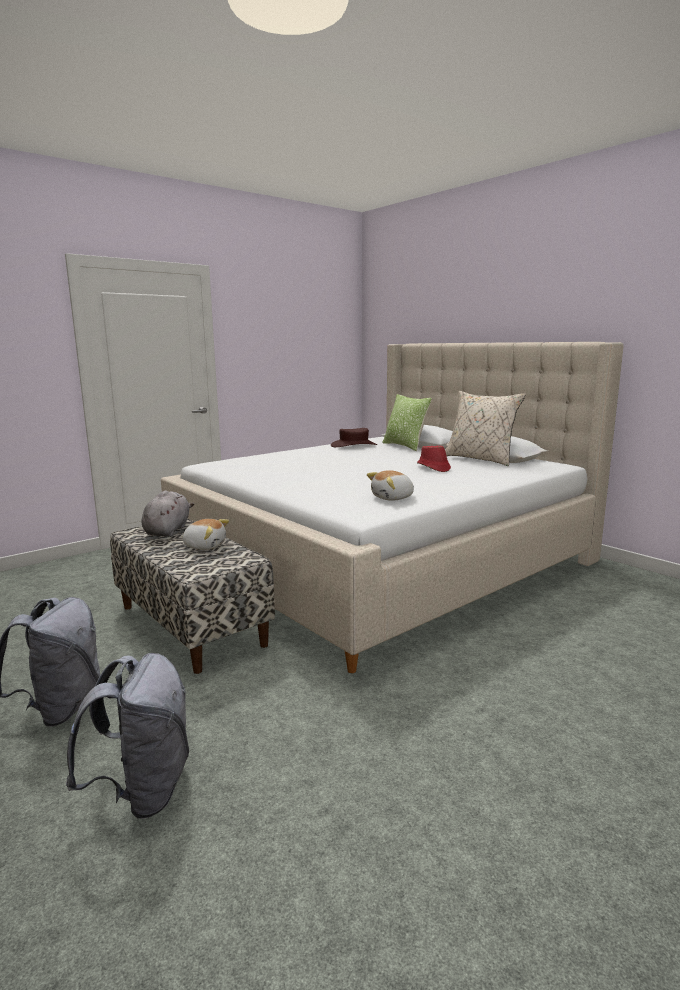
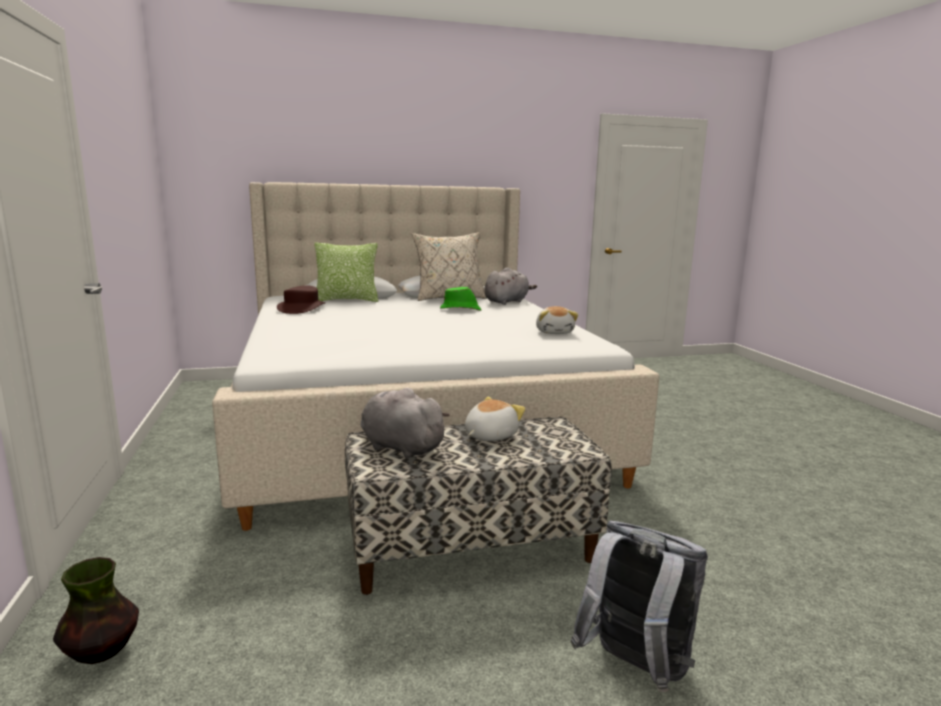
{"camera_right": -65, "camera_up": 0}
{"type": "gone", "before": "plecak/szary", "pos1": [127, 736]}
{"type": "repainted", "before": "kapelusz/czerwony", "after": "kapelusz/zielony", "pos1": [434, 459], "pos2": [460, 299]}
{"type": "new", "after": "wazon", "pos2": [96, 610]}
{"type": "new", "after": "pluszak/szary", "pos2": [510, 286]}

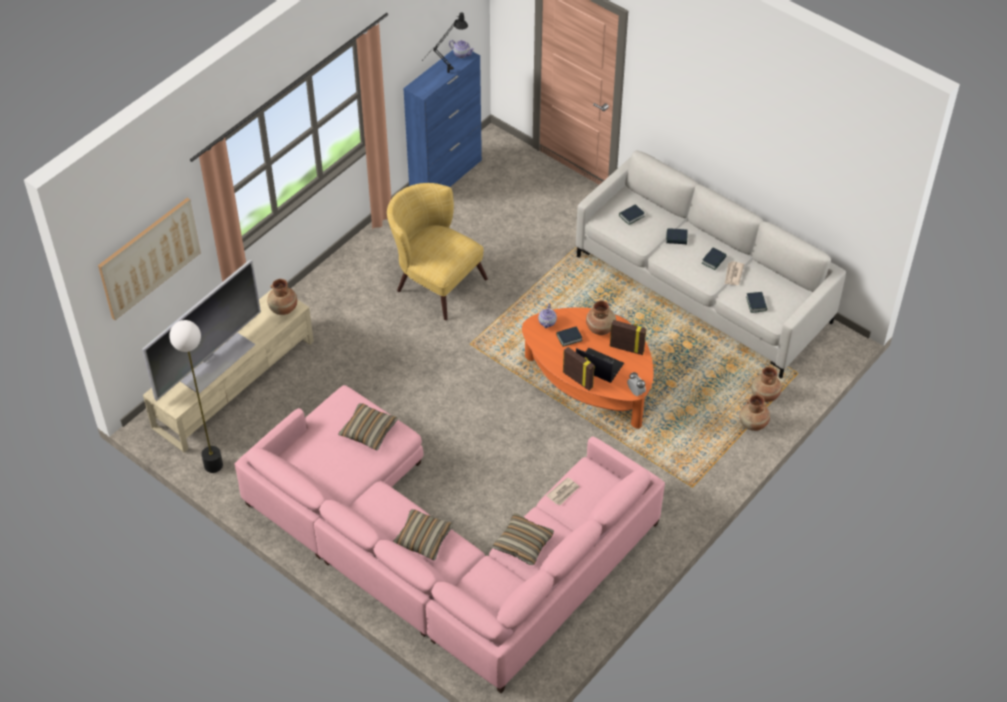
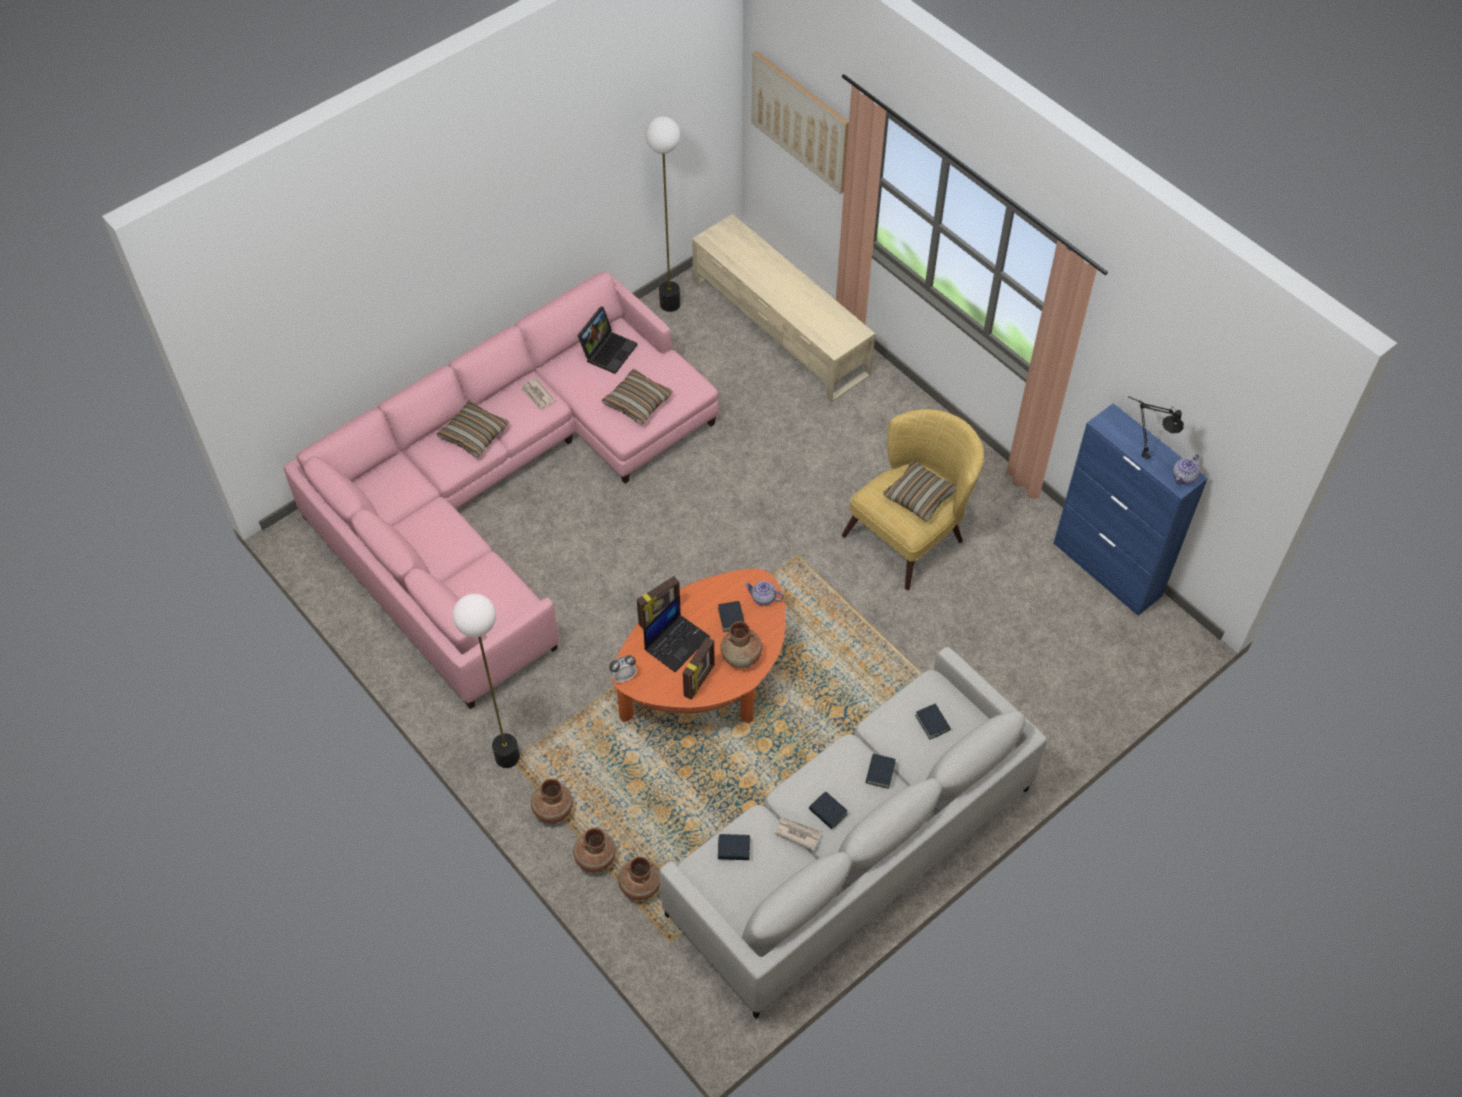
{"camera_right": 100, "camera_up": 5}
{"type": "gone", "before": "telewizor", "pos1": [201, 330]}
{"type": "shifted", "before": "wazon/brązowy", "pos1": [282, 297], "pos2": [552, 801]}
{"type": "shifted", "before": "poduszka", "pos1": [523, 539], "pos2": [919, 491]}
{"type": "shifted", "before": "gazeta", "pos1": [562, 491], "pos2": [537, 394]}
{"type": "new", "after": "lampa stojąca", "pos2": [486, 681]}
{"type": "new", "after": "laptop", "pos2": [607, 340]}

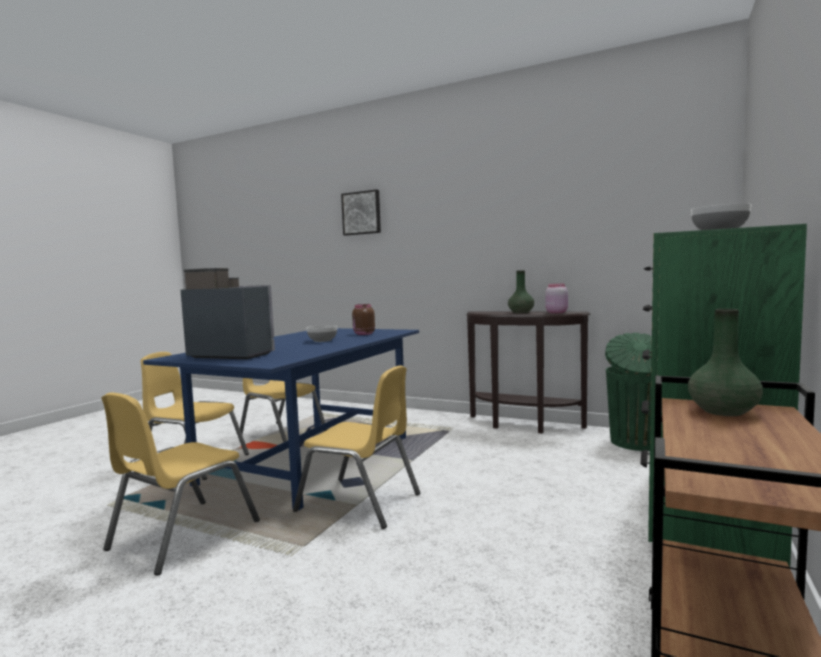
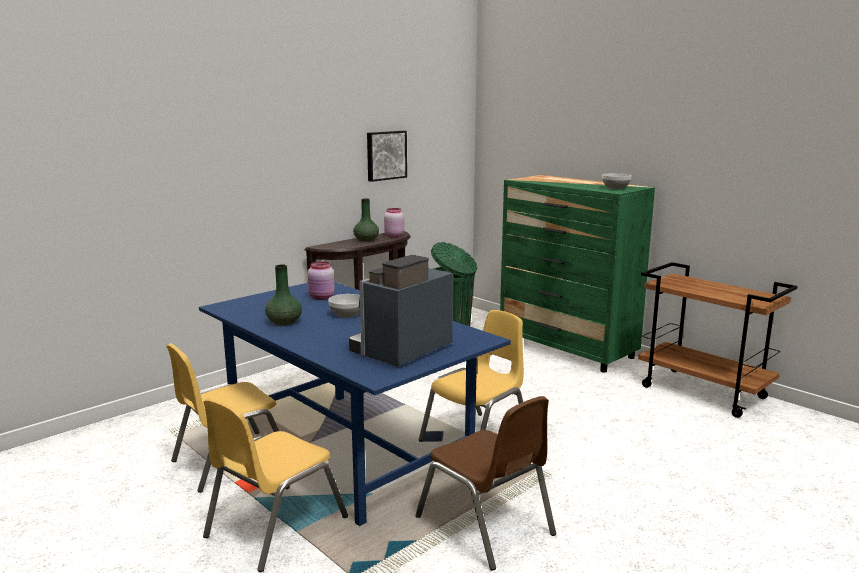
{"camera_right": -70, "camera_up": 10}
{"type": "repainted", "before": "krzesło/żółty", "after": "krzesło/brązowy", "pos1": [181, 484], "pos2": [486, 483]}
{"type": "shifted", "before": "obraz", "pos1": [361, 212], "pos2": [387, 156]}
{"type": "repainted", "before": "słoik/brązowy", "after": "słoik/różowy", "pos1": [363, 319], "pos2": [321, 280]}
{"type": "shifted", "before": "wazon/zielony", "pos1": [725, 362], "pos2": [283, 295]}

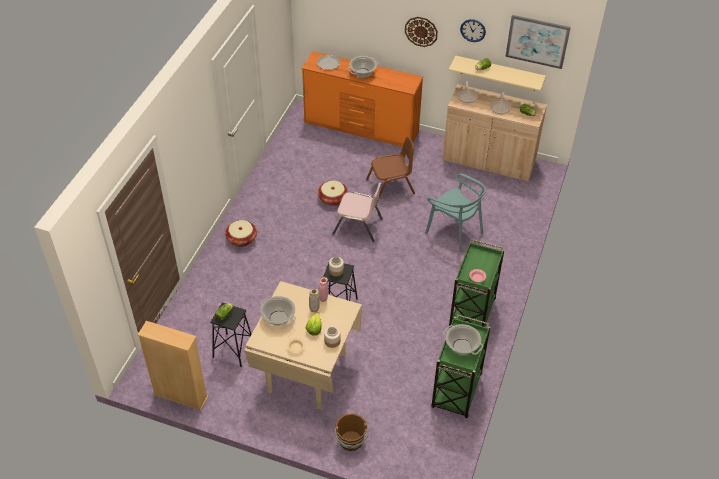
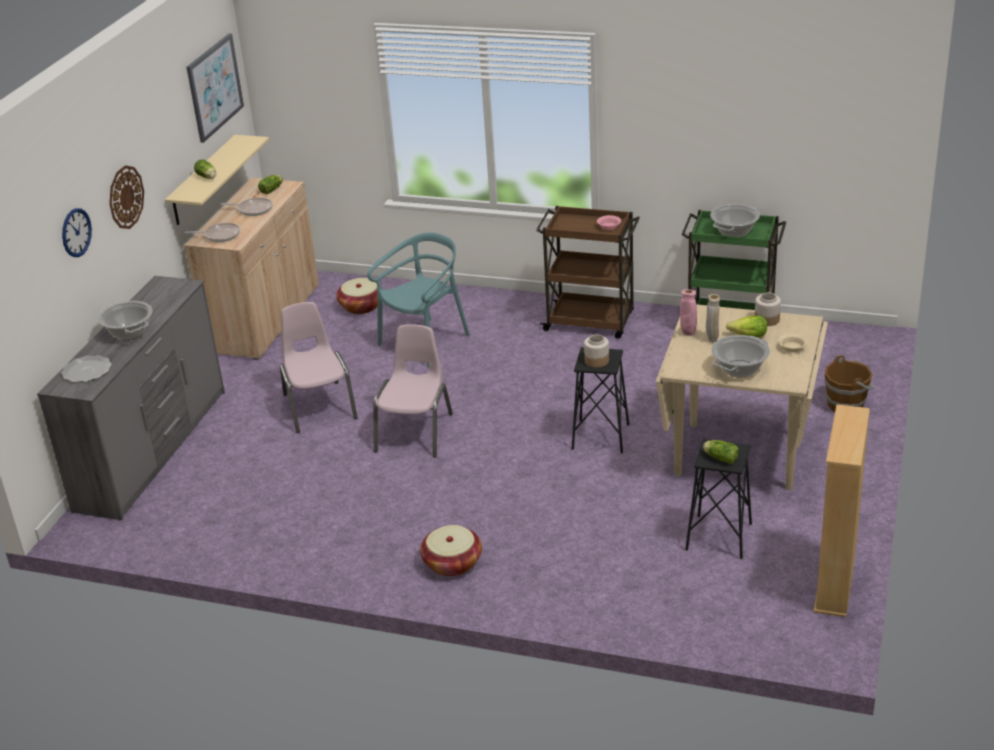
{"camera_right": -90, "camera_up": -15}
{"type": "repainted", "before": "komoda/pomarańczowy", "after": "komoda/szary", "pos1": [362, 99], "pos2": [131, 398]}
{"type": "shifted", "before": "koszyk", "pos1": [333, 193], "pos2": [357, 296]}
{"type": "repainted", "before": "krzesło/brązowy", "after": "krzesło/różowy", "pos1": [390, 169], "pos2": [319, 367]}
{"type": "repainted", "before": "wózek/zielony", "after": "wózek/brązowy", "pos1": [476, 283], "pos2": [588, 272]}
{"type": "shifted", "before": "zegar ścienny", "pos1": [473, 30], "pos2": [77, 232]}

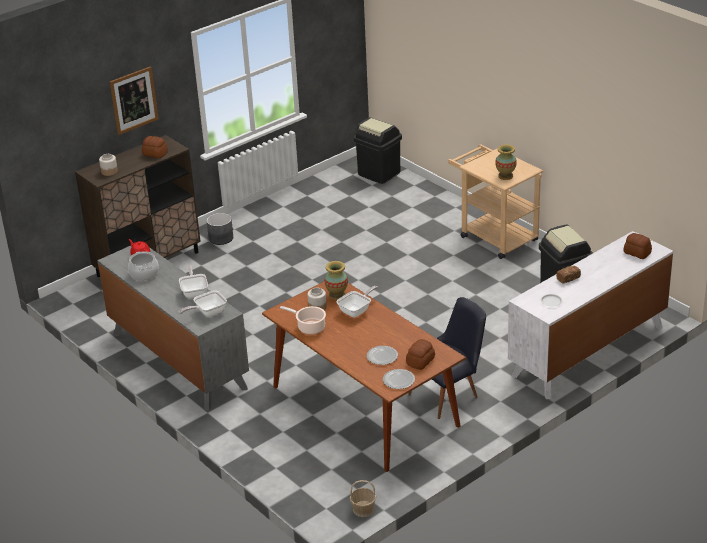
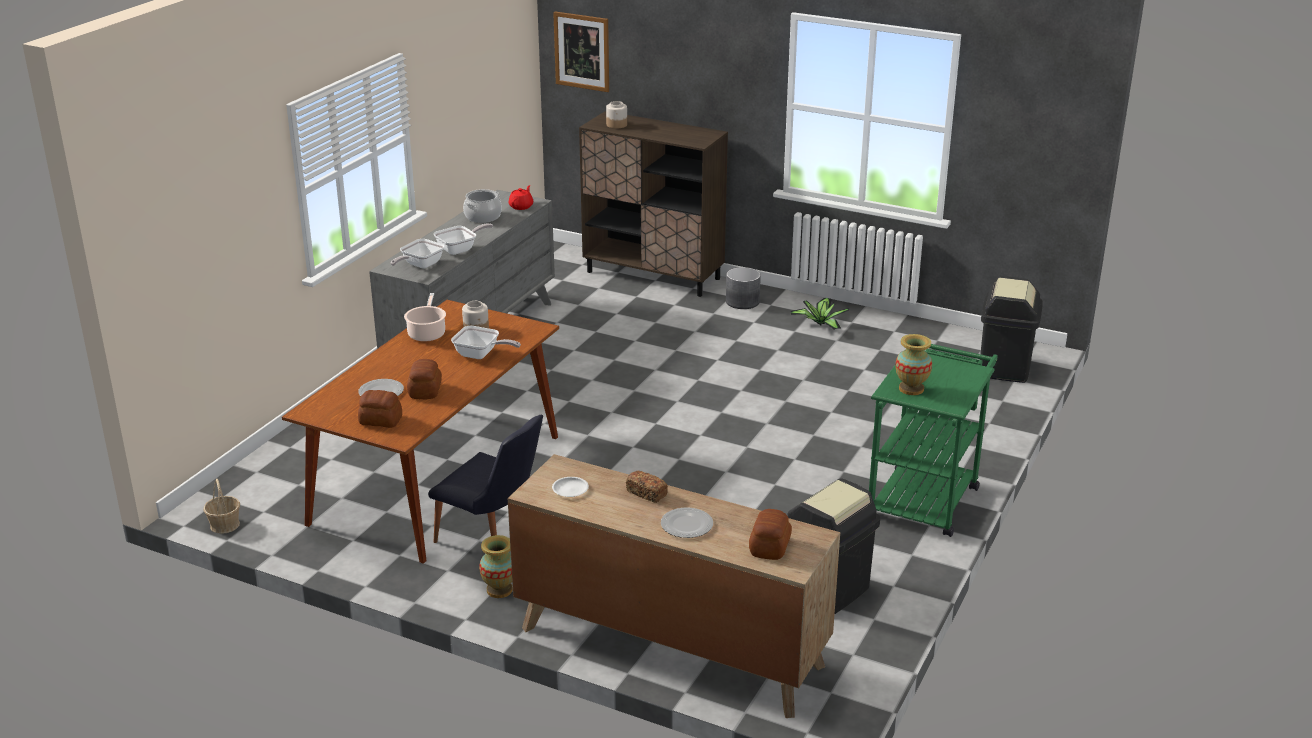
{"camera_right": 65, "camera_up": -5}
{"type": "shifted", "before": "obraz", "pos1": [134, 100], "pos2": [581, 51]}
{"type": "shifted", "before": "chleb", "pos1": [155, 147], "pos2": [424, 379]}
{"type": "rotated", "before": "patelnia", "pos1": [203, 303], "pos2": [417, 254], "turn": -90}
{"type": "shifted", "before": "wazon", "pos1": [336, 280], "pos2": [496, 566]}
{"type": "shifted", "before": "talerz", "pos1": [399, 379], "pos2": [687, 523]}
{"type": "repainted", "before": "wózek/beżowy", "after": "wózek/zielony", "pos1": [495, 201], "pos2": [933, 440]}
{"type": "repainted", "before": "komoda/biały", "after": "komoda/brązowy", "pos1": [590, 315], "pos2": [674, 586]}
{"type": "new", "after": "roślina doniczkowa", "pos2": [820, 314]}

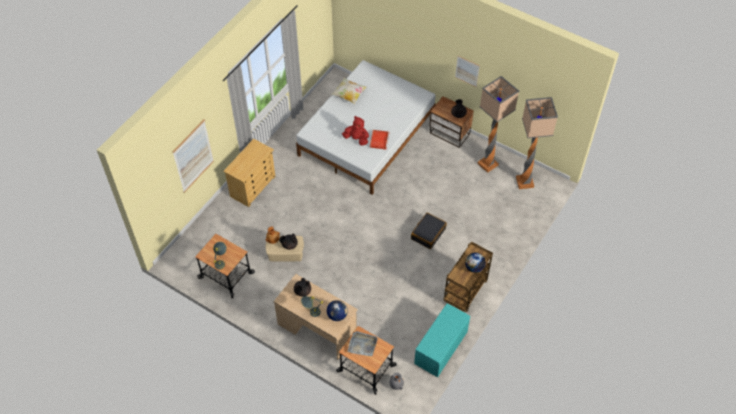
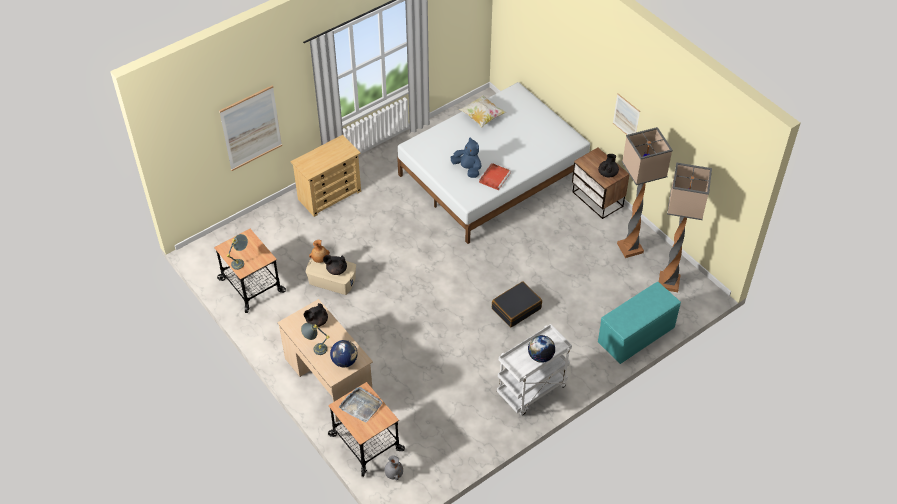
{"camera_right": 20, "camera_up": -5}
{"type": "repainted", "before": "pluszak/czerwony", "after": "pluszak/niebieski", "pos1": [355, 130], "pos2": [466, 158]}
{"type": "shifted", "before": "ławka/turkusowy", "pos1": [442, 340], "pos2": [639, 323]}
{"type": "repainted", "before": "wózek/brązowy", "after": "wózek/biały", "pos1": [468, 277], "pos2": [534, 369]}

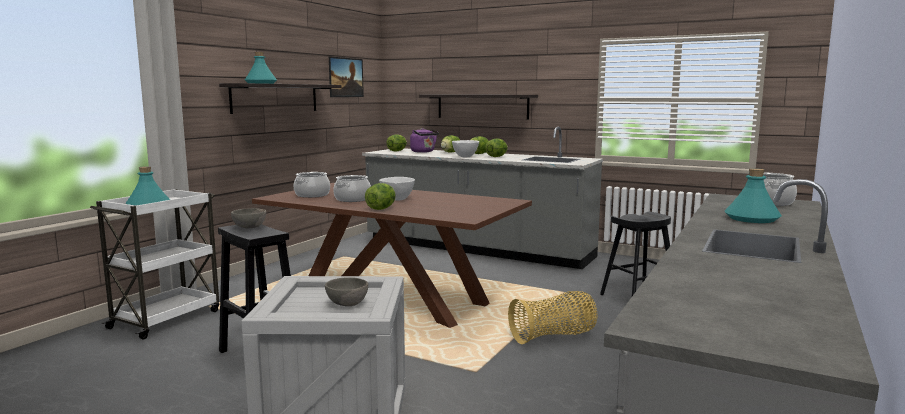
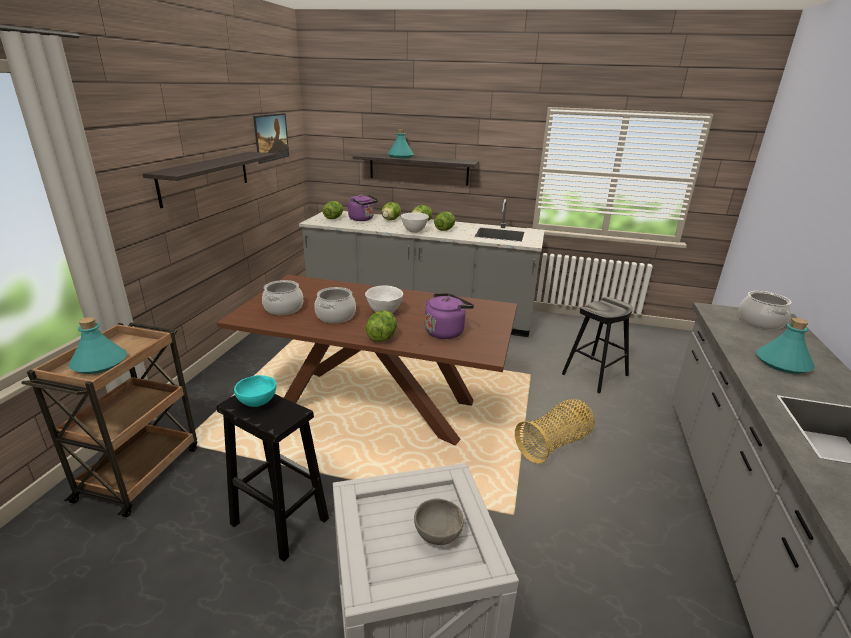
{"camera_right": -15, "camera_up": 15}
{"type": "repainted", "before": "wózek/biały", "after": "wózek/brązowy", "pos1": [154, 264], "pos2": [109, 420]}
{"type": "repainted", "before": "miska/szary", "after": "miska/turkusowy", "pos1": [248, 218], "pos2": [255, 391]}
{"type": "shifted", "before": "butelka/turkusowy", "pos1": [261, 68], "pos2": [401, 143]}
{"type": "new", "after": "czajnik/fioletowy", "pos2": [449, 316]}

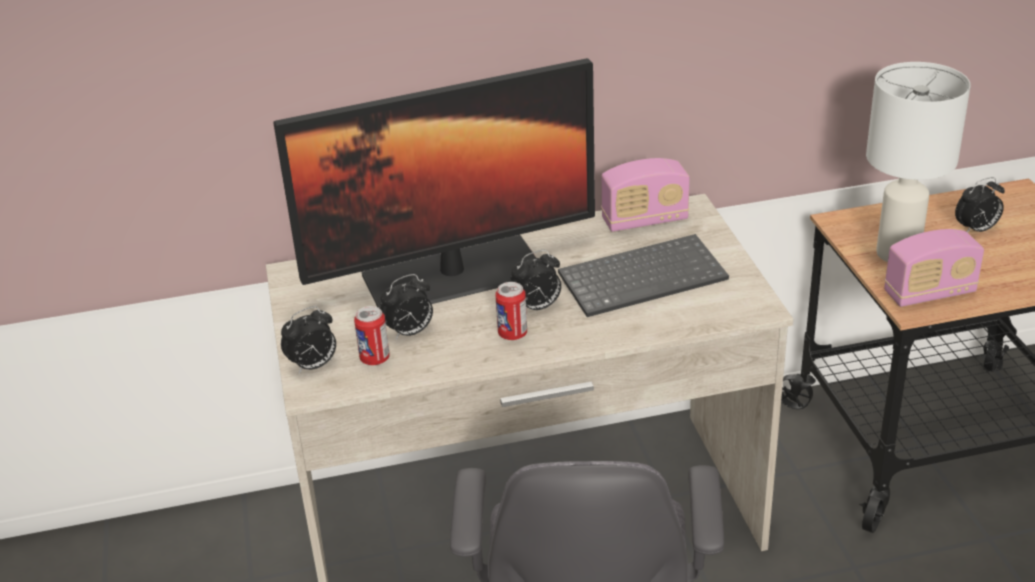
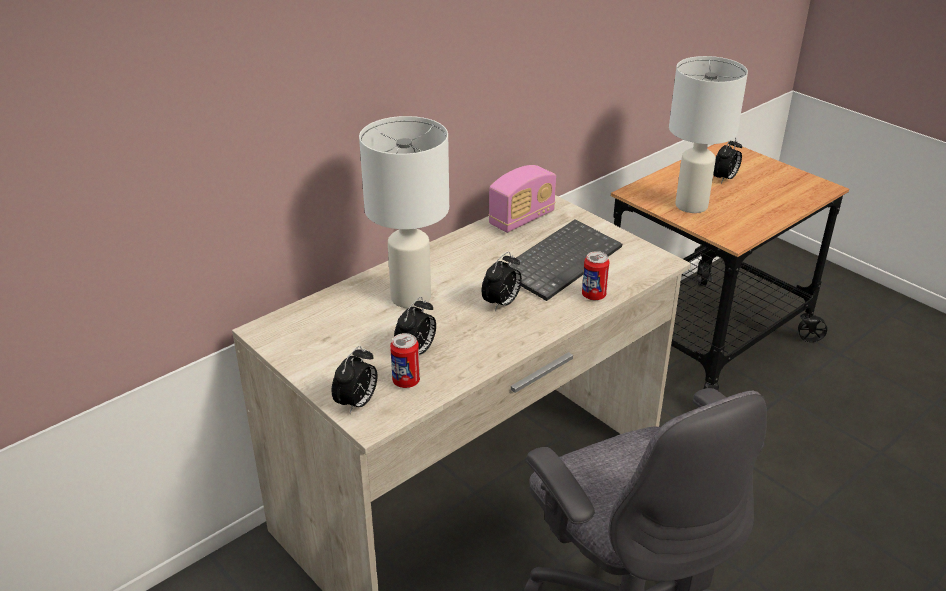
{"camera_right": -30, "camera_up": 0}
{"type": "swapped", "before": "monitor", "after": "lampa stołowa/biały", "pos1": [434, 183], "pos2": [404, 212]}
{"type": "shifted", "before": "puszka", "pos1": [511, 311], "pos2": [596, 275]}
{"type": "gone", "before": "radio", "pos1": [934, 268]}

